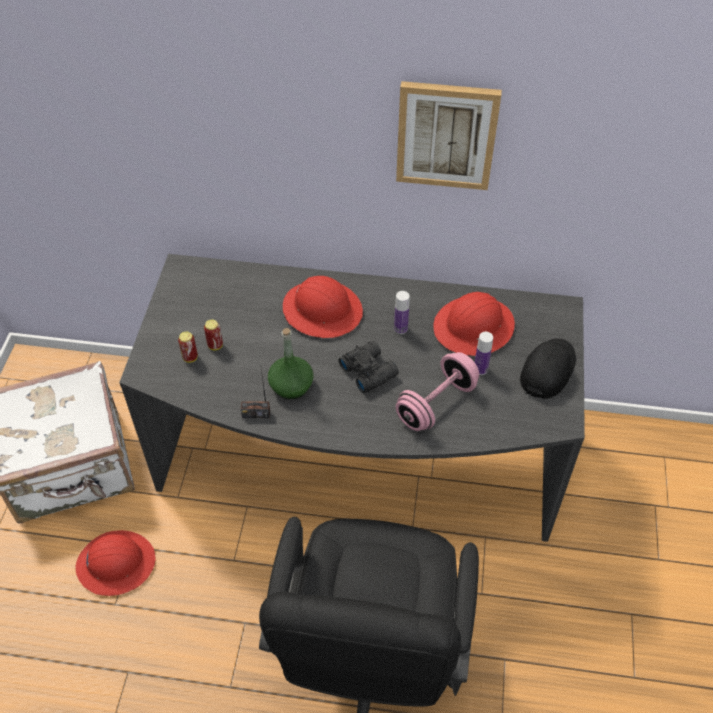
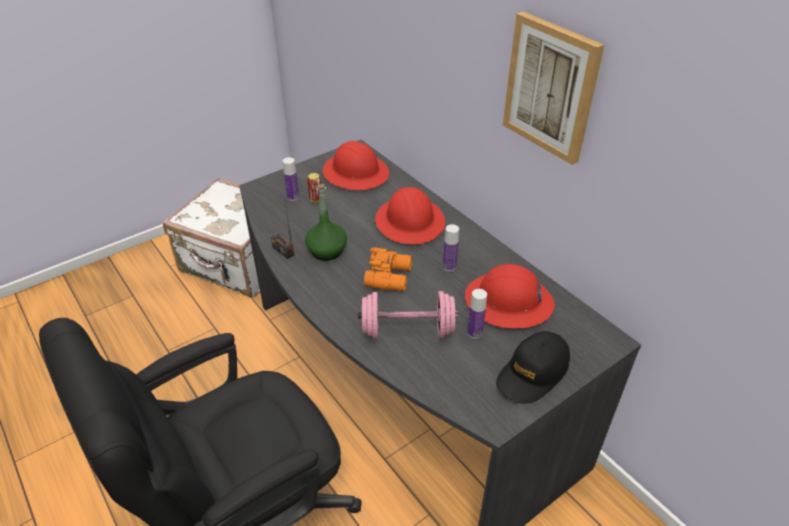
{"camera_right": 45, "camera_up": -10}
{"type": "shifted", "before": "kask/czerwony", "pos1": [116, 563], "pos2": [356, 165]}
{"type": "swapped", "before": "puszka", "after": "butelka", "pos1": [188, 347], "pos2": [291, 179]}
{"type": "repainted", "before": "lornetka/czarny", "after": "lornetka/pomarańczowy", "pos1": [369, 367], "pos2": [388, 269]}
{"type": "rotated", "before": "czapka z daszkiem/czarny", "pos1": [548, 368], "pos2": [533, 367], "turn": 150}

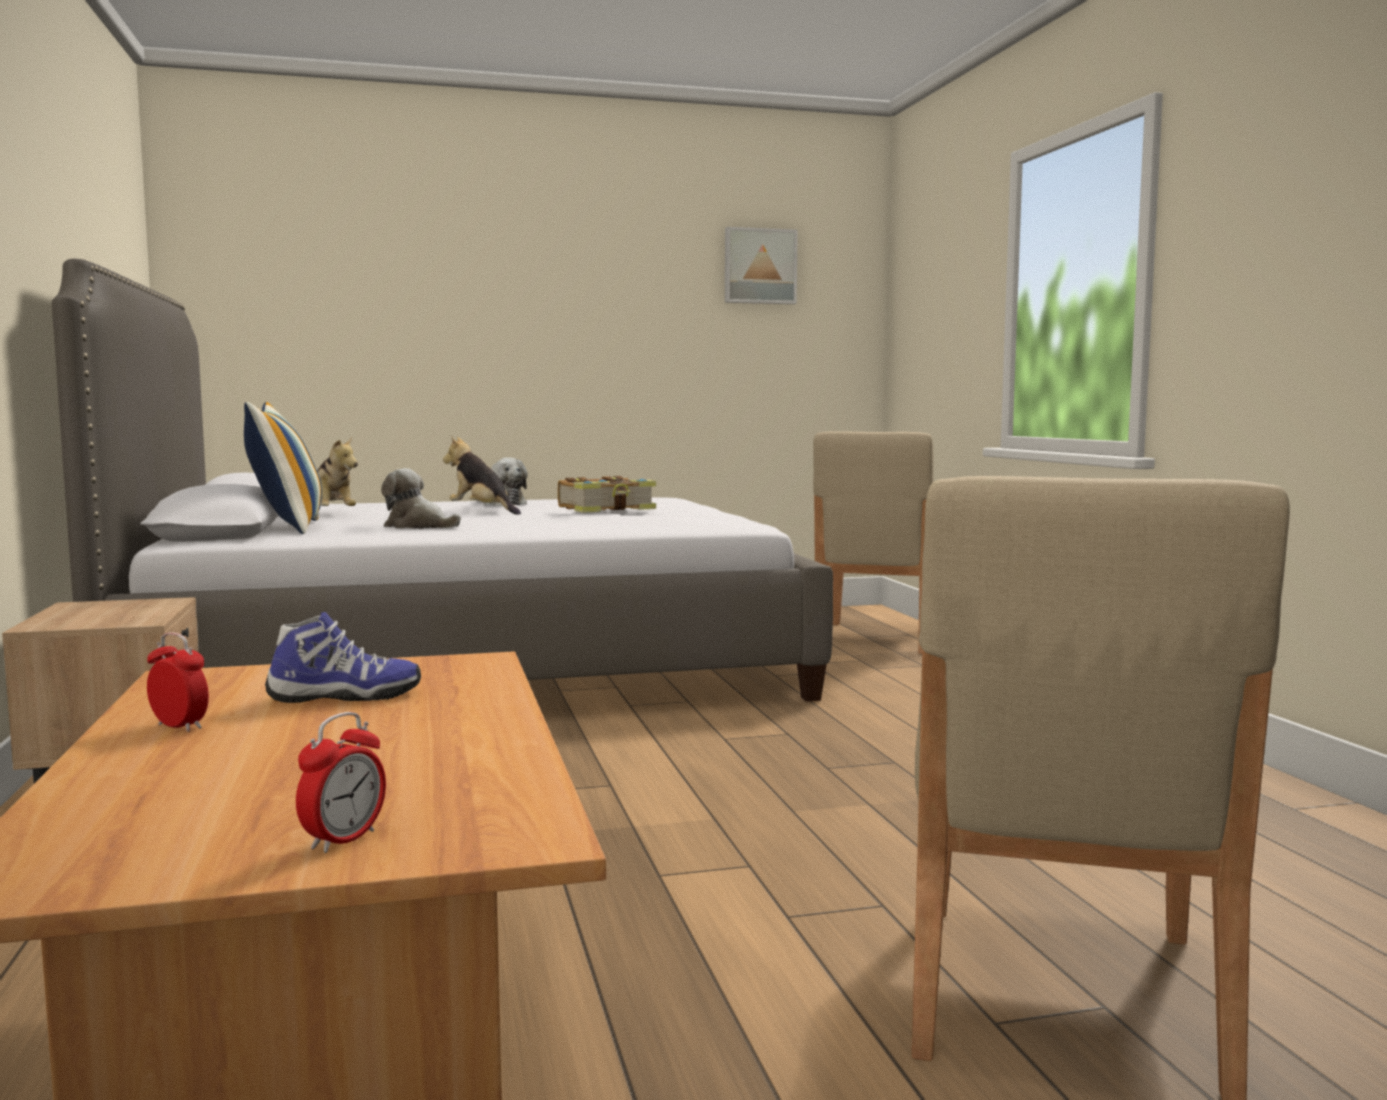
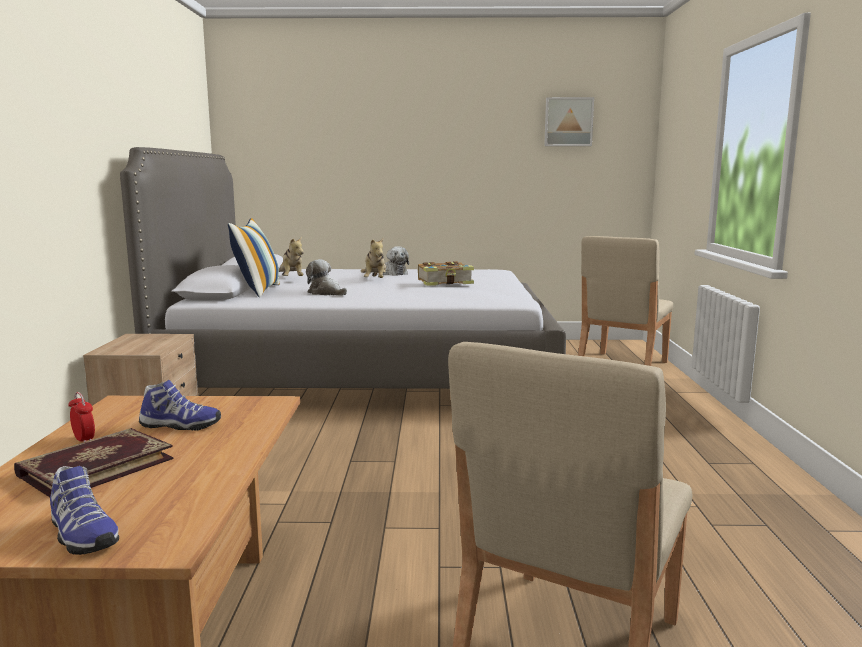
{"camera_right": 15, "camera_up": 5}
{"type": "swapped", "before": "budzik", "after": "but", "pos1": [341, 782], "pos2": [84, 510]}
{"type": "rotated", "before": "pluszak", "pos1": [482, 475], "pos2": [373, 257], "turn": -150}
{"type": "new", "after": "książka", "pos2": [94, 462]}

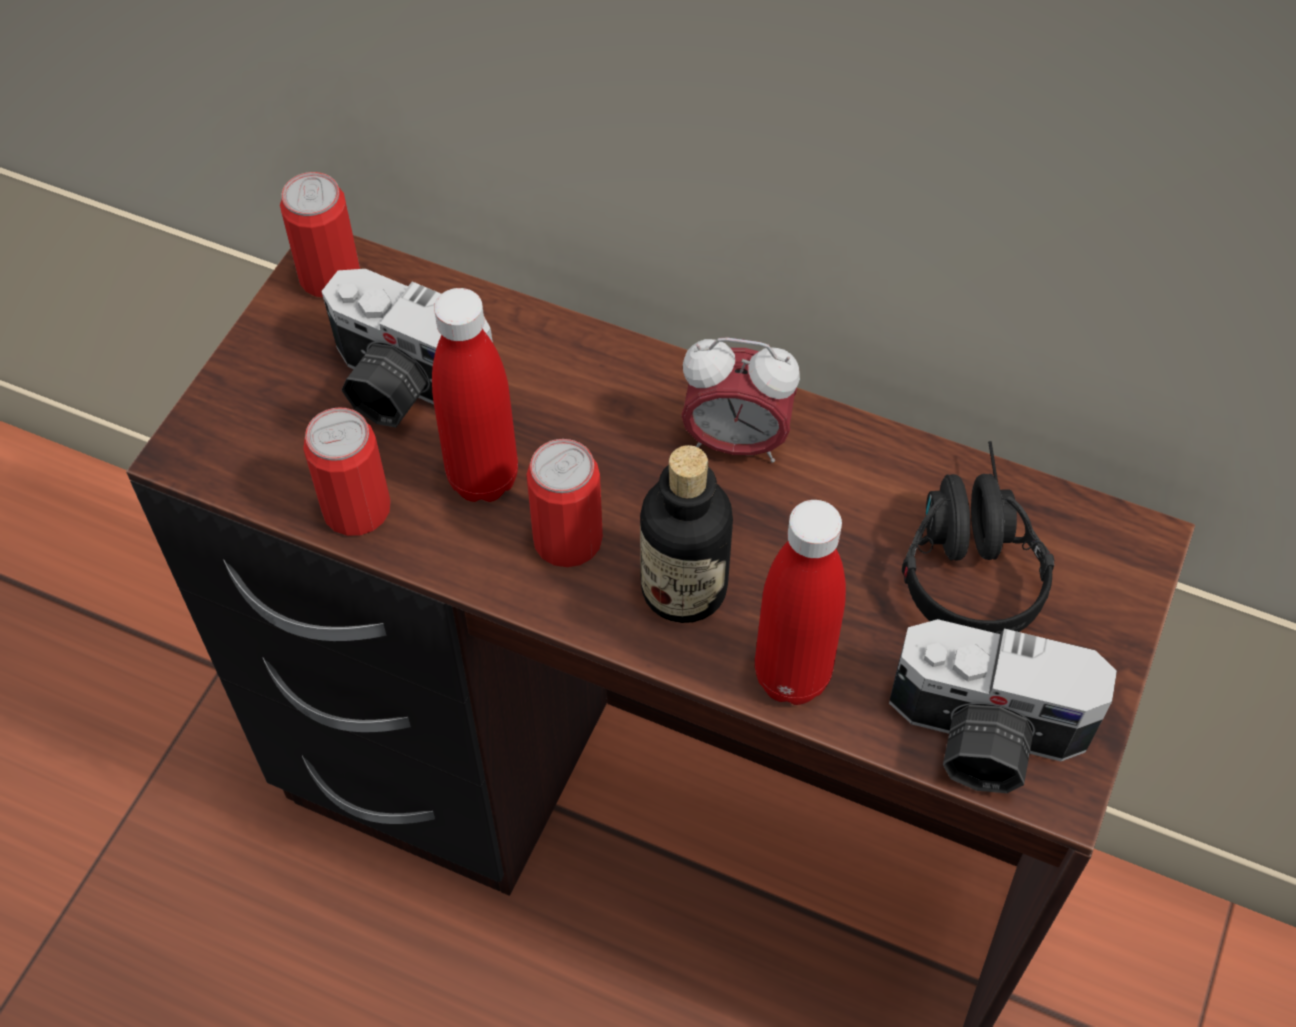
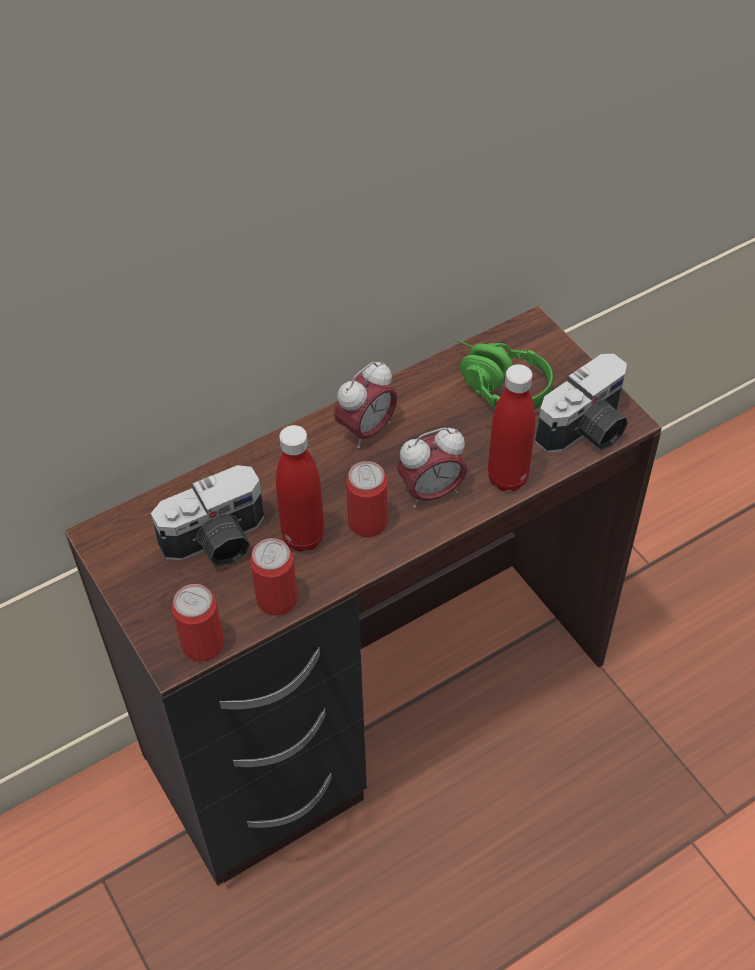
{"camera_right": -55, "camera_up": -5}
{"type": "shifted", "before": "puszka", "pos1": [320, 234], "pos2": [198, 623]}
{"type": "swapped", "before": "butelka", "after": "budzik", "pos1": [686, 534], "pos2": [432, 468]}
{"type": "repainted", "before": "słuchawki/czarny", "after": "słuchawki/zielony", "pos1": [978, 537], "pos2": [503, 373]}

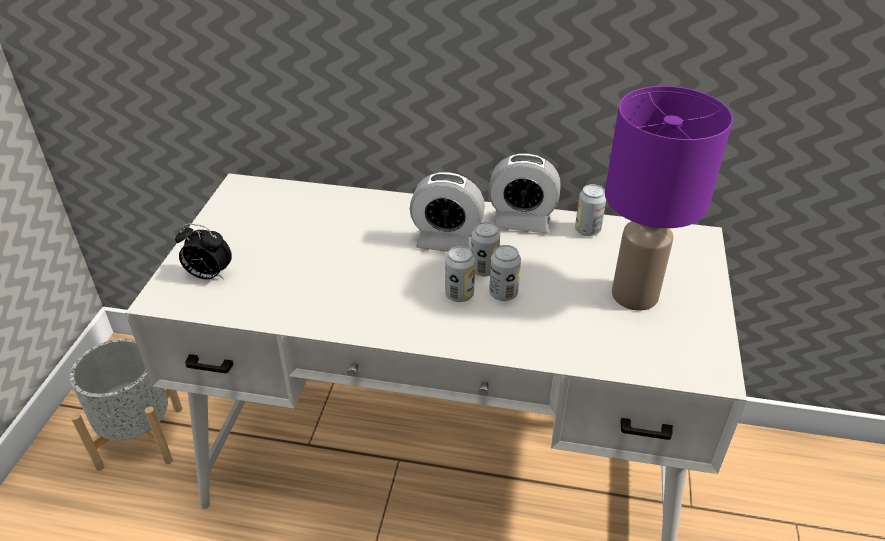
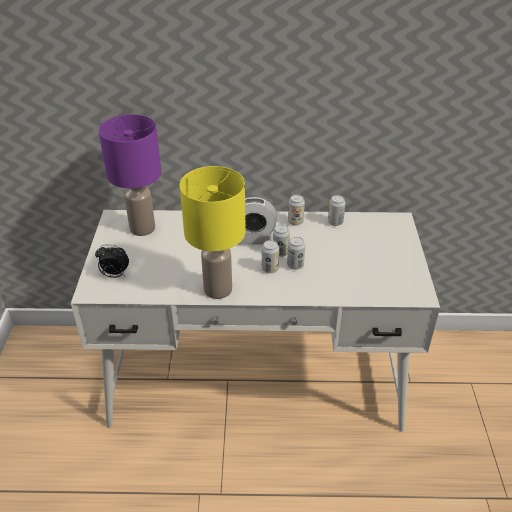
{"camera_right": -10, "camera_up": 0}
{"type": "gone", "before": "donica/szary", "pos1": [126, 405]}
{"type": "swapped", "before": "budzik", "after": "puszka", "pos1": [524, 193], "pos2": [296, 210]}
{"type": "shifted", "before": "lampa stołowa/fioletowy", "pos1": [669, 198], "pos2": [129, 175]}
{"type": "new", "after": "lampa stołowa/żółty", "pos2": [213, 232]}

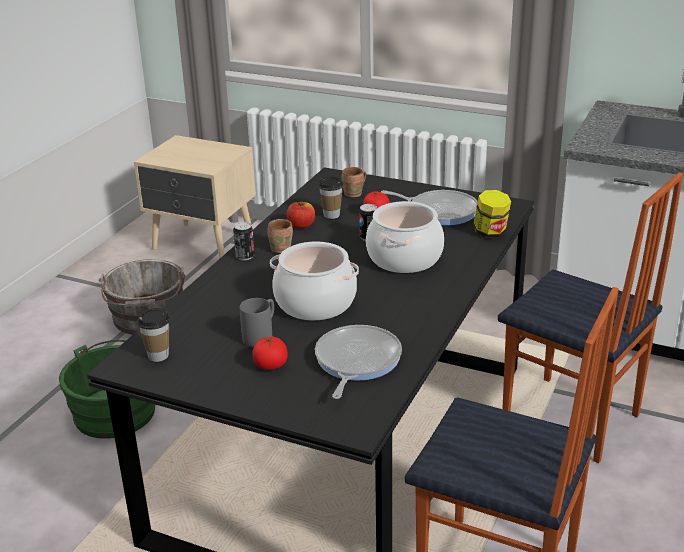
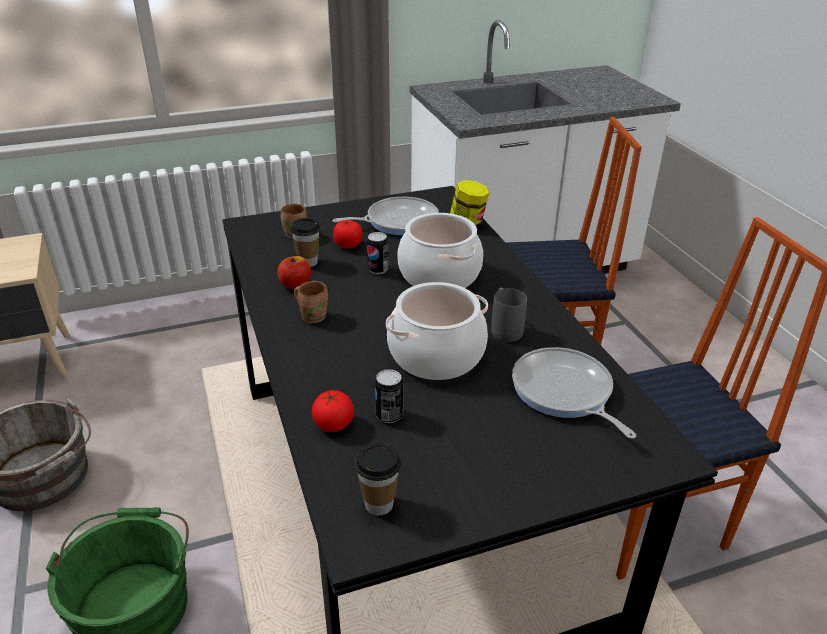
{"camera_right": -45, "camera_up": 5}
{"type": "shifted", "before": "puszka", "pos1": [244, 241], "pos2": [389, 396]}
{"type": "shifted", "before": "kubek/szary", "pos1": [257, 323], "pos2": [509, 315]}
{"type": "shifted", "before": "pomidor", "pos1": [270, 353], "pos2": [333, 411]}

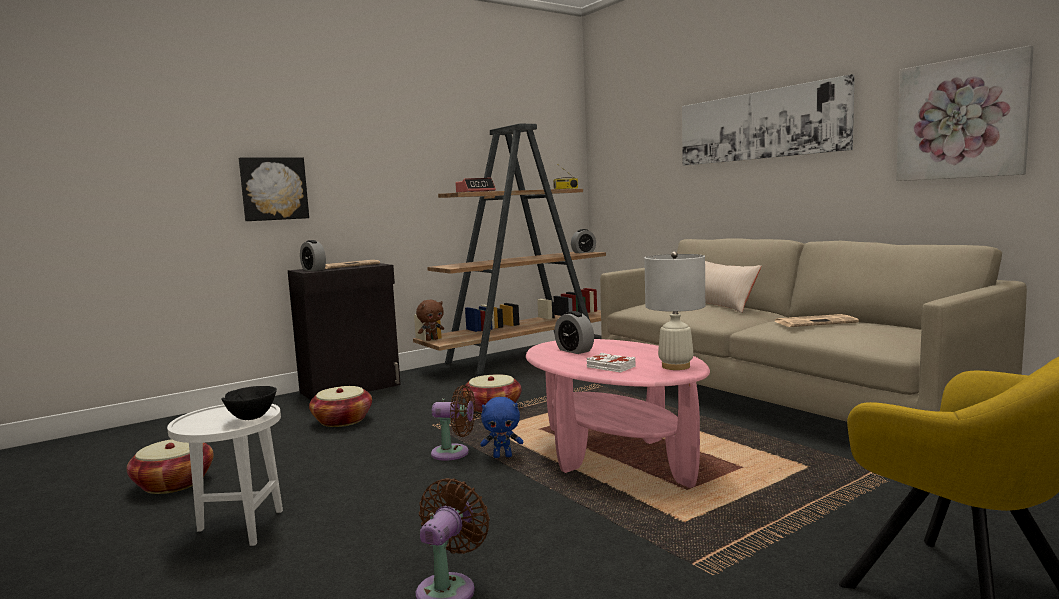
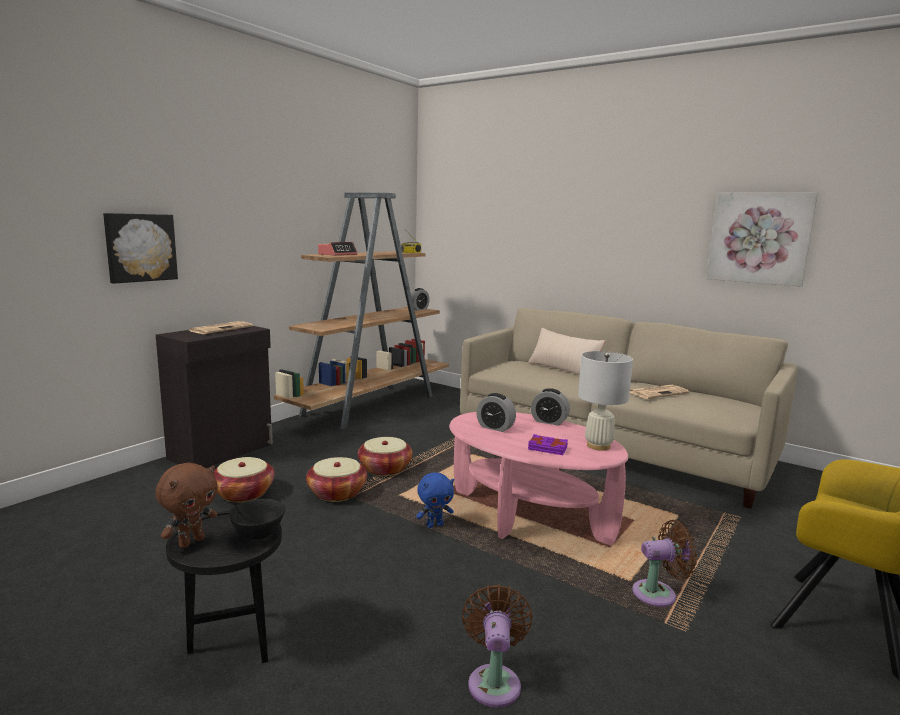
{"camera_right": -20, "camera_up": 5}
{"type": "shifted", "before": "koszyk", "pos1": [170, 466], "pos2": [336, 479]}
{"type": "repainted", "before": "stolik/biały", "after": "stolik/czarny", "pos1": [225, 475], "pos2": [224, 587]}
{"type": "shifted", "before": "budzik", "pos1": [313, 255], "pos2": [550, 407]}
{"type": "shifted", "before": "pluszak/brązowy", "pos1": [430, 320], "pos2": [187, 505]}
{"type": "shifted", "before": "wentylator/brązowy", "pos1": [453, 423], "pos2": [664, 563]}
{"type": "repainted", "before": "książka/biały", "after": "książka/fioletowy", "pos1": [611, 363], "pos2": [548, 444]}
{"type": "gone", "before": "obraz", "pos1": [768, 120]}

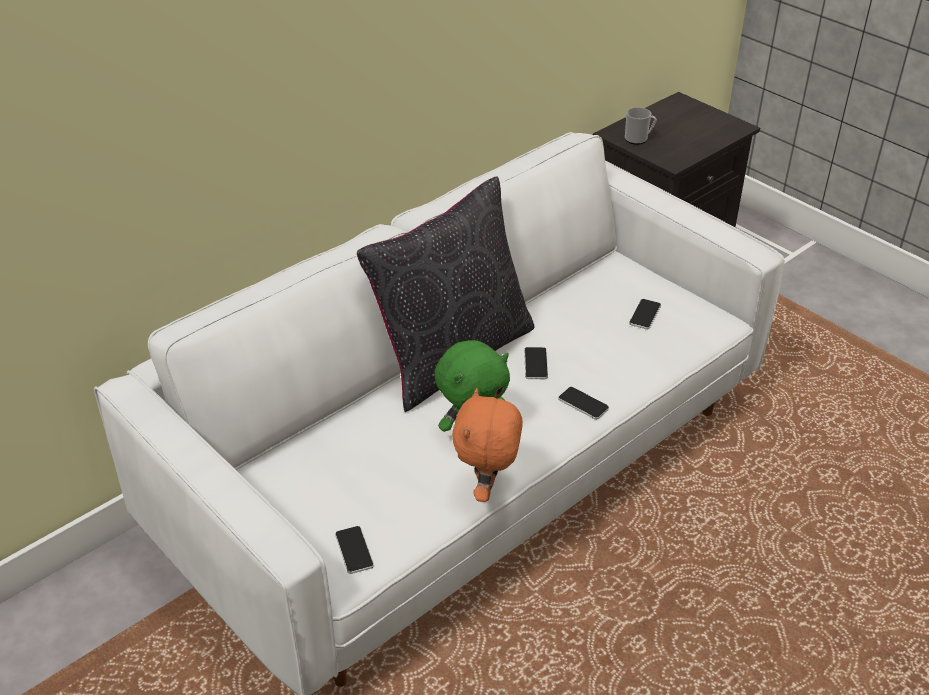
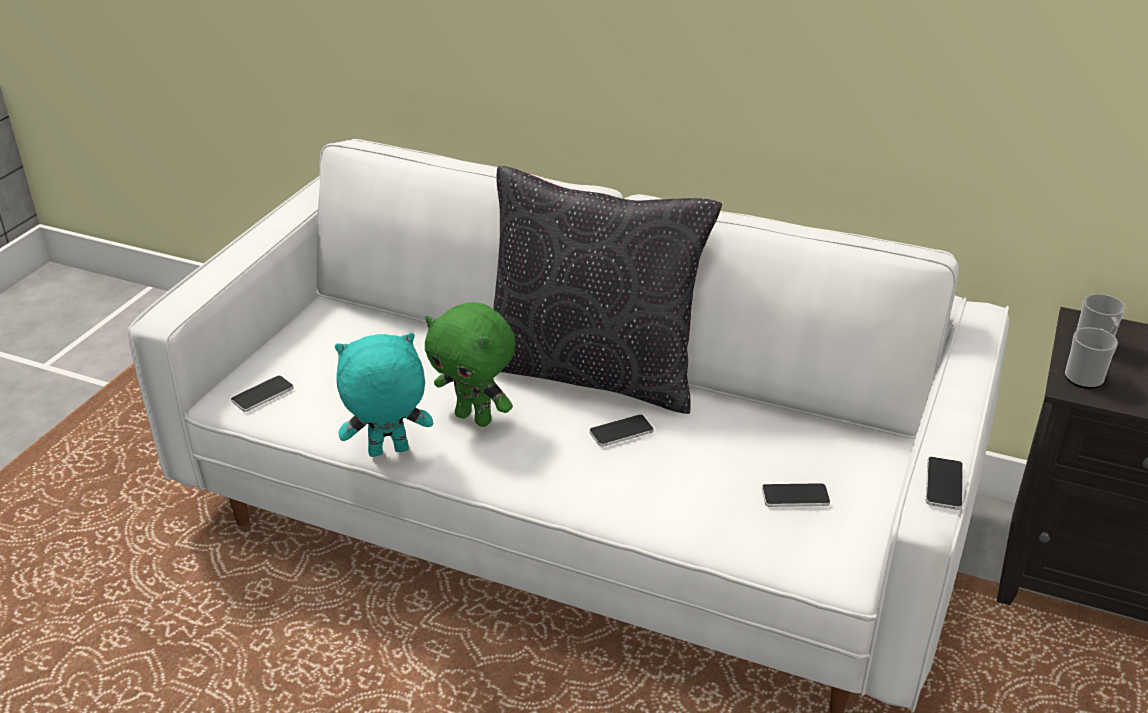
{"camera_right": 65, "camera_up": -5}
{"type": "repainted", "before": "pluszak/pomarańczowy", "after": "pluszak/turkusowy", "pos1": [487, 445], "pos2": [384, 395]}
{"type": "shifted", "before": "telefon", "pos1": [583, 403], "pos2": [944, 483]}
{"type": "new", "after": "kubek", "pos2": [1091, 358]}

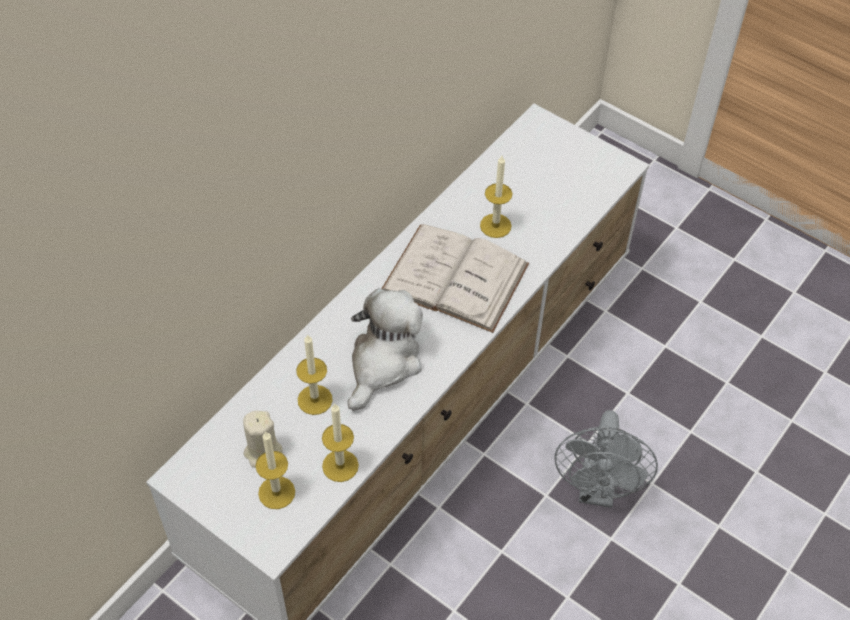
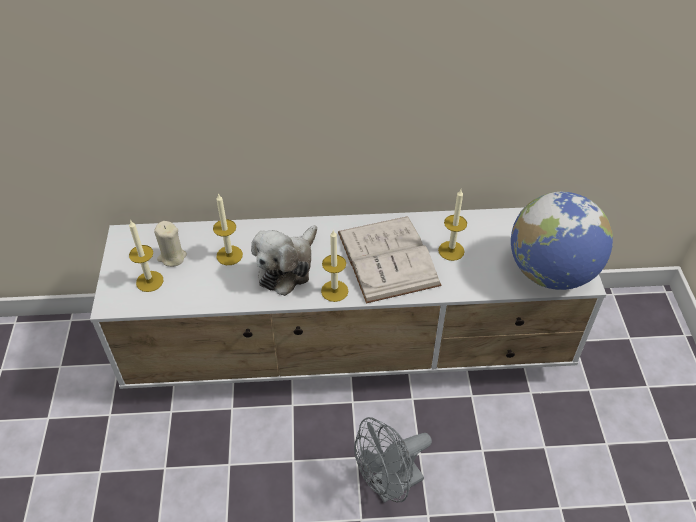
{"camera_right": 50, "camera_up": -5}
{"type": "shifted", "before": "świeca", "pos1": [340, 443], "pos2": [334, 266]}
{"type": "rotated", "before": "pluszak", "pos1": [385, 349], "pos2": [284, 260], "turn": 135}
{"type": "new", "after": "globus", "pos2": [562, 241]}

